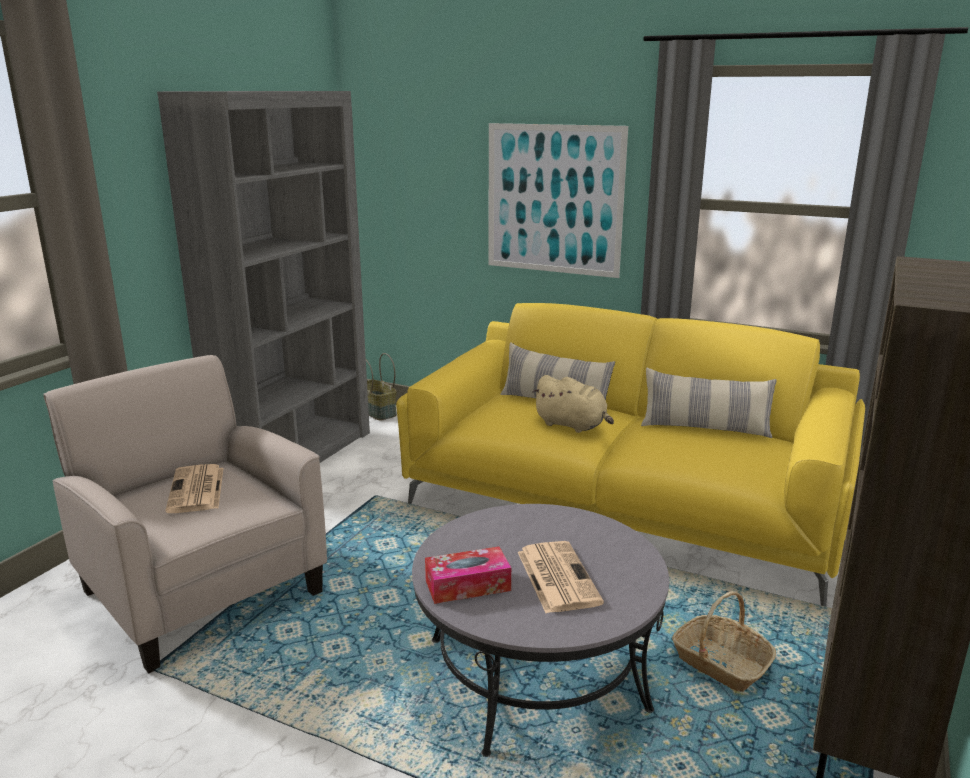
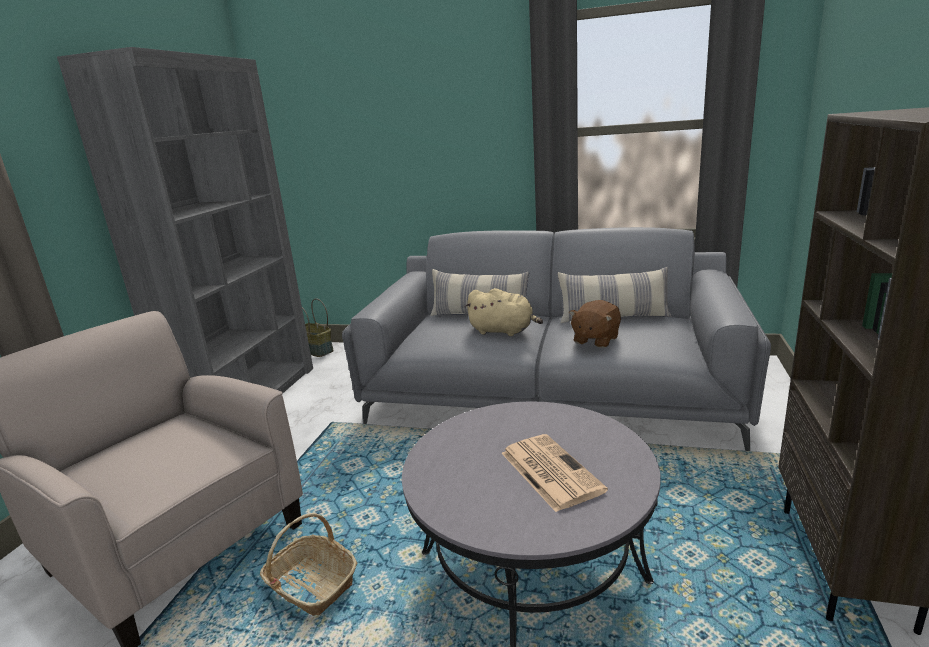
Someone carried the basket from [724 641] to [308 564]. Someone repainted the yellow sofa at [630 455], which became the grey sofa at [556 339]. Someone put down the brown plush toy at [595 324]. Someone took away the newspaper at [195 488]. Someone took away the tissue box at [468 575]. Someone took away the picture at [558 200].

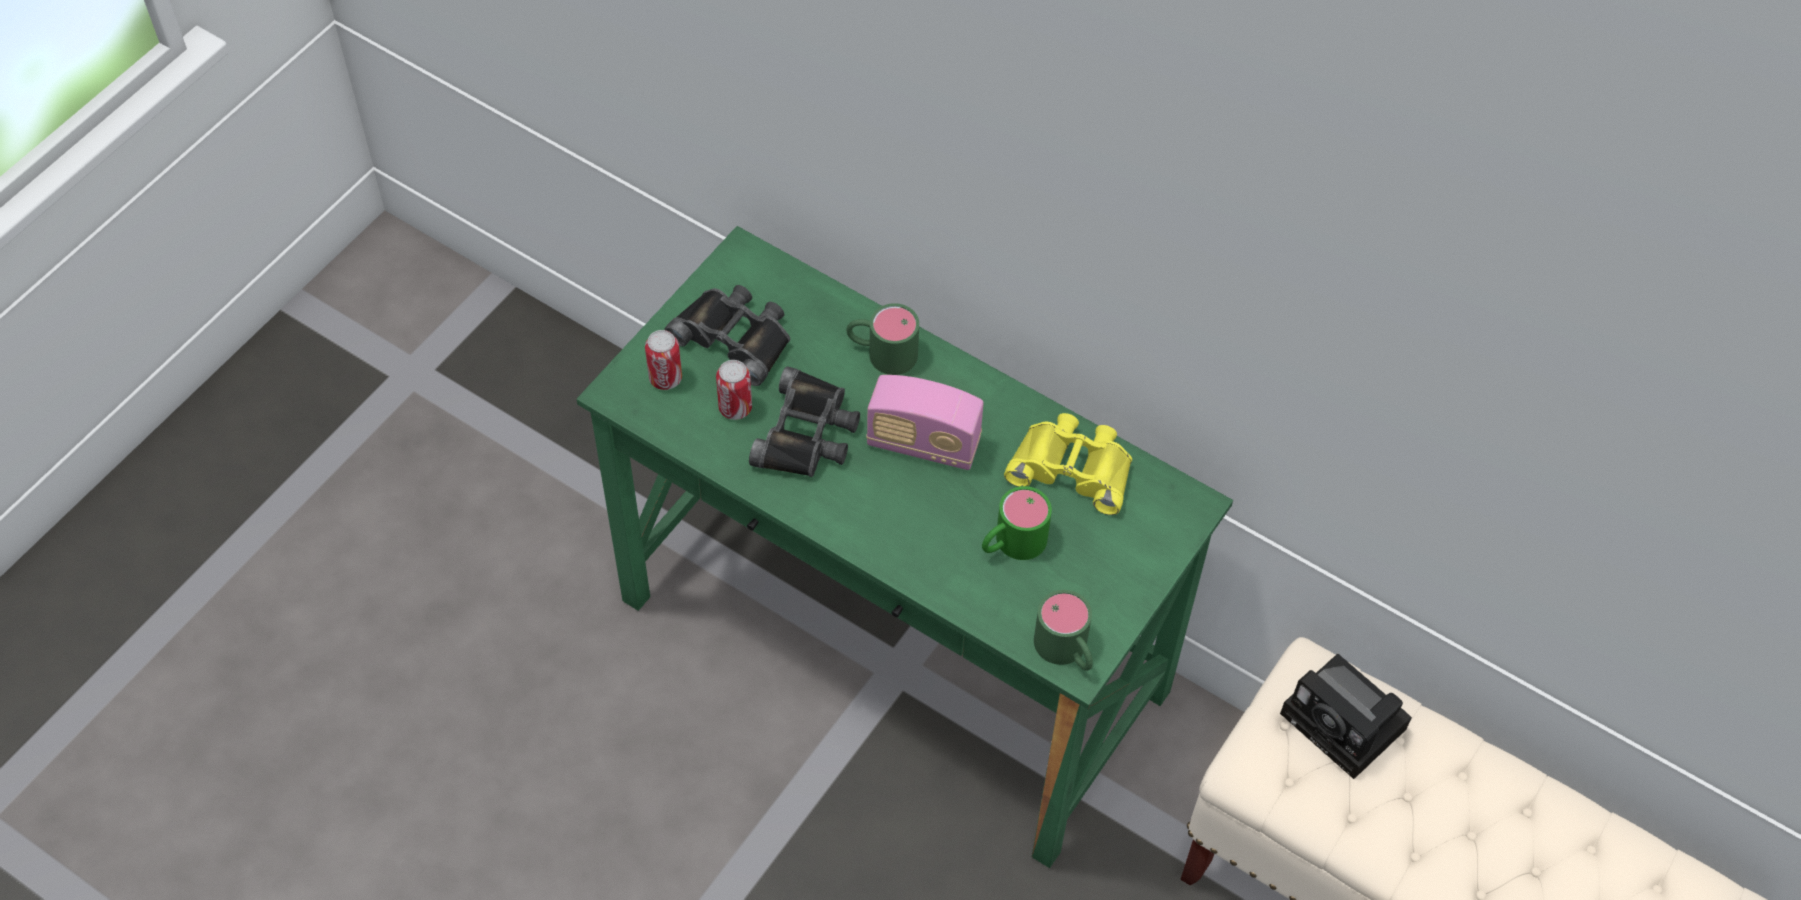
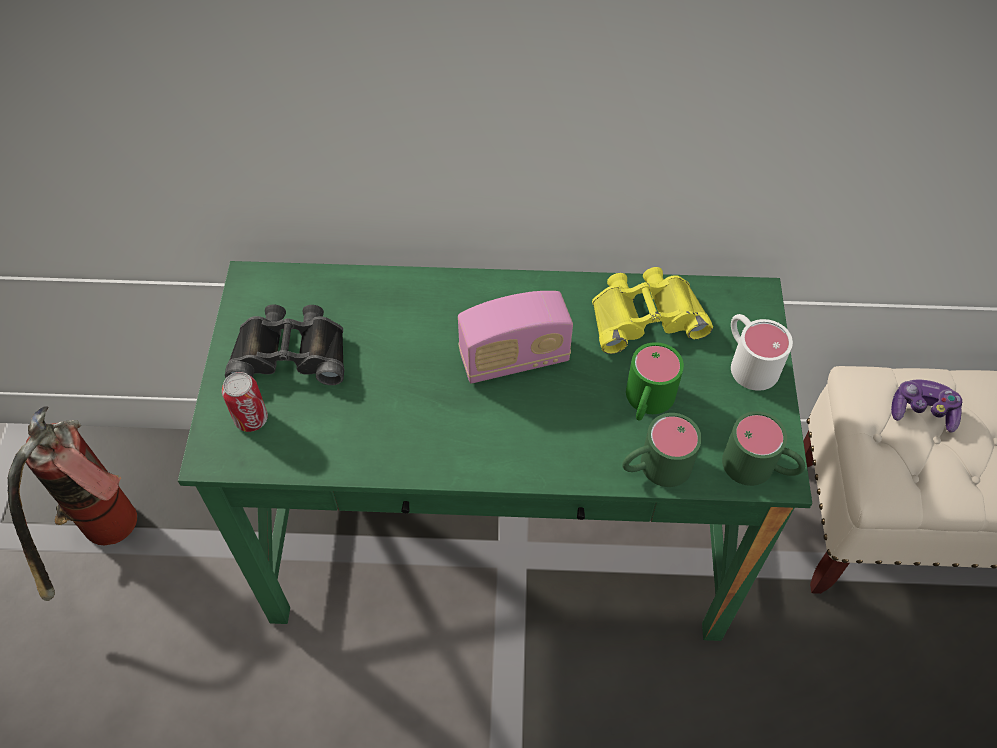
Someone put down the fire extinguisher at [72 503]. Someone carried the green mug from [882 339] to [662 450]. Someone put down the white mug at [762 352]. Someone swapped the photo camera at [1346 716] for the game controller at [926 406]. Someone took away the can at [734 390]. Someone took away the black binoculars at [804 421].

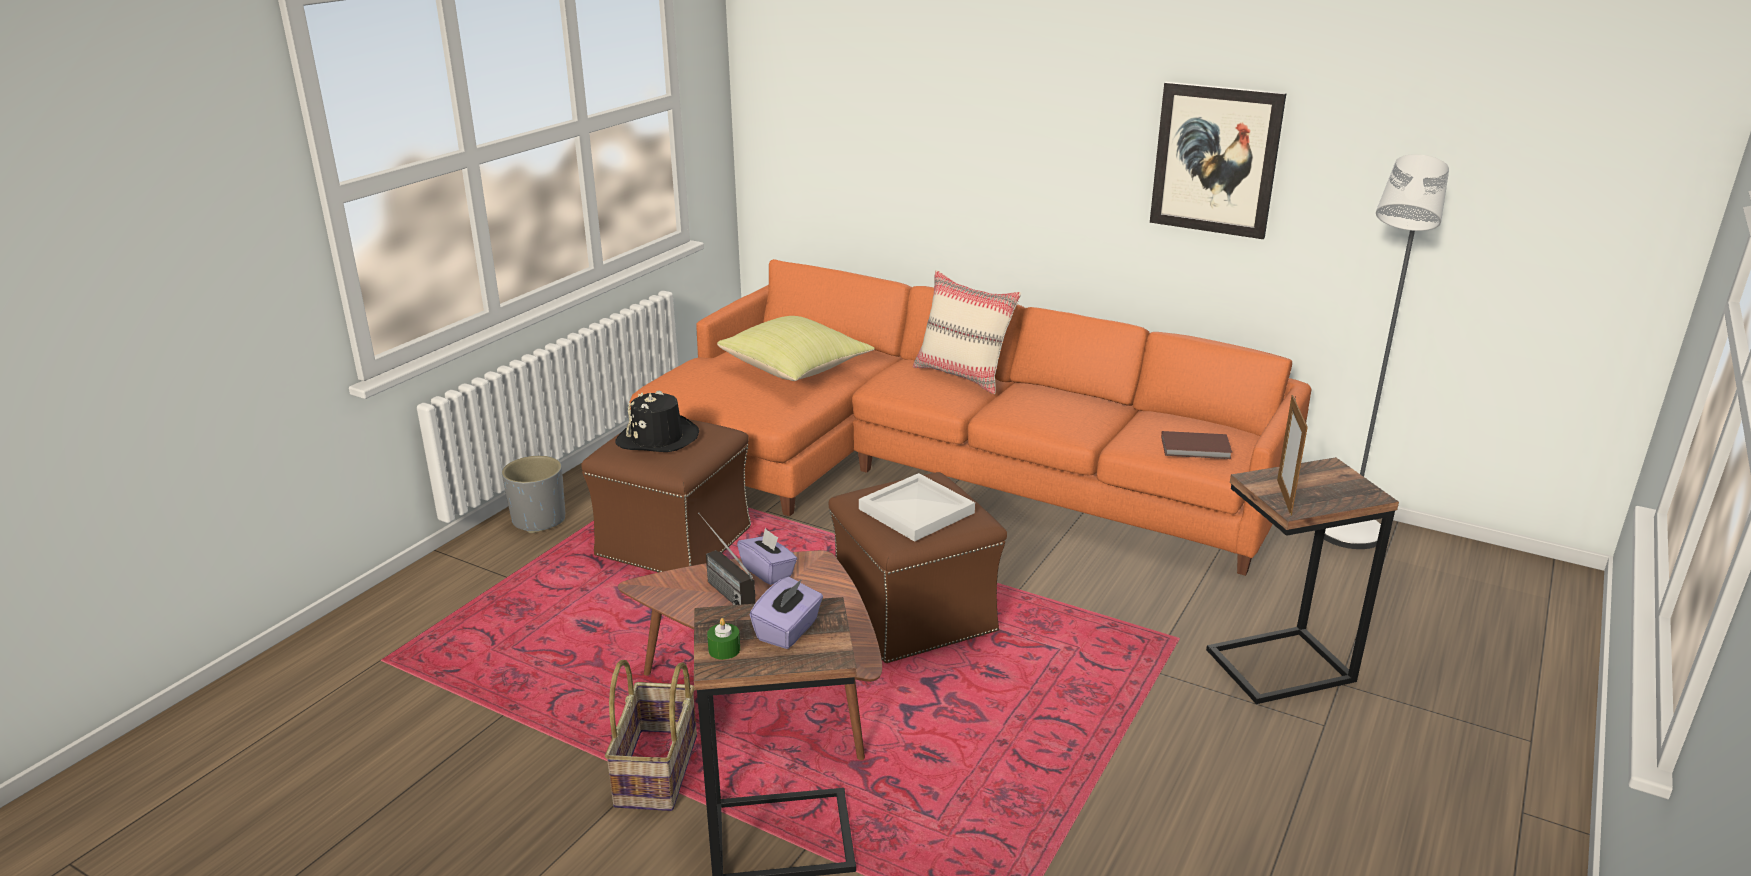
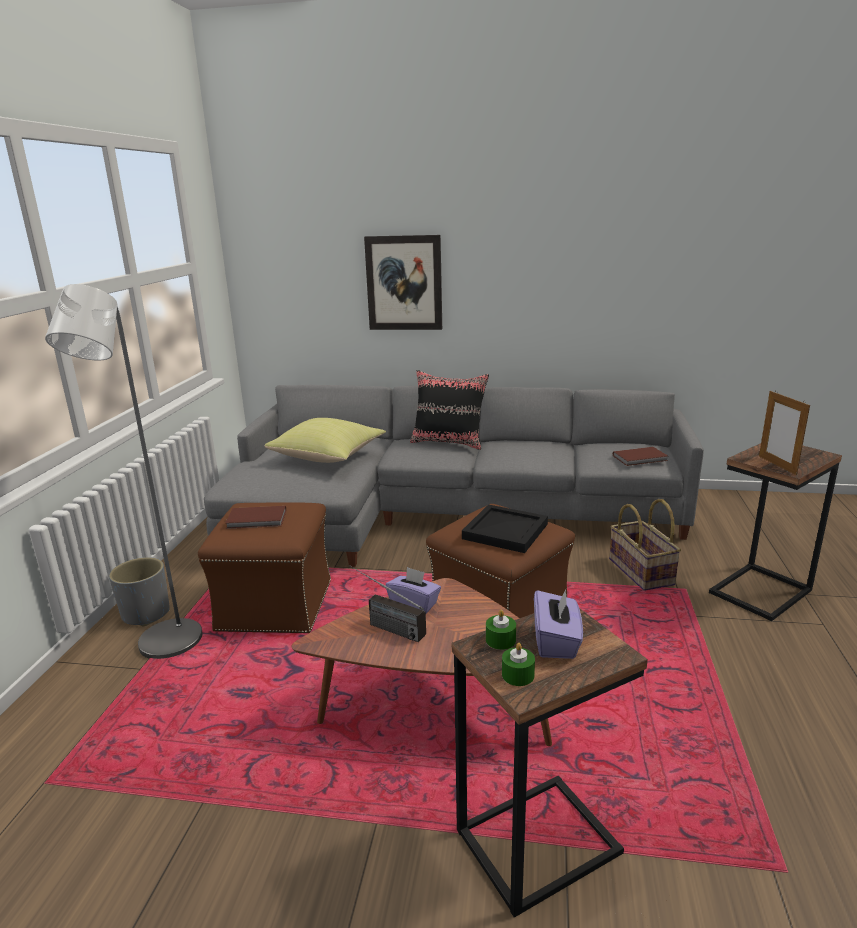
Someone carried the grey floor lamp from [1386 351] to [123 471]. Someone repainted the orange sofa at [970 417], which became the grey sofa at [454 476]. Someone swapped the black hat at [657 421] for the brown book at [255 517]. Someone carried the picture from [1218 160] to [403 282]. Someone repainted the beige pillow at [967 332], which became the black pillow at [449 410]. Someone repainted the white tray at [917 507], which became the black tray at [505 529]. Someone put down the green candle at [501 630]. Someone carried the basket from [651 735] to [645 545].

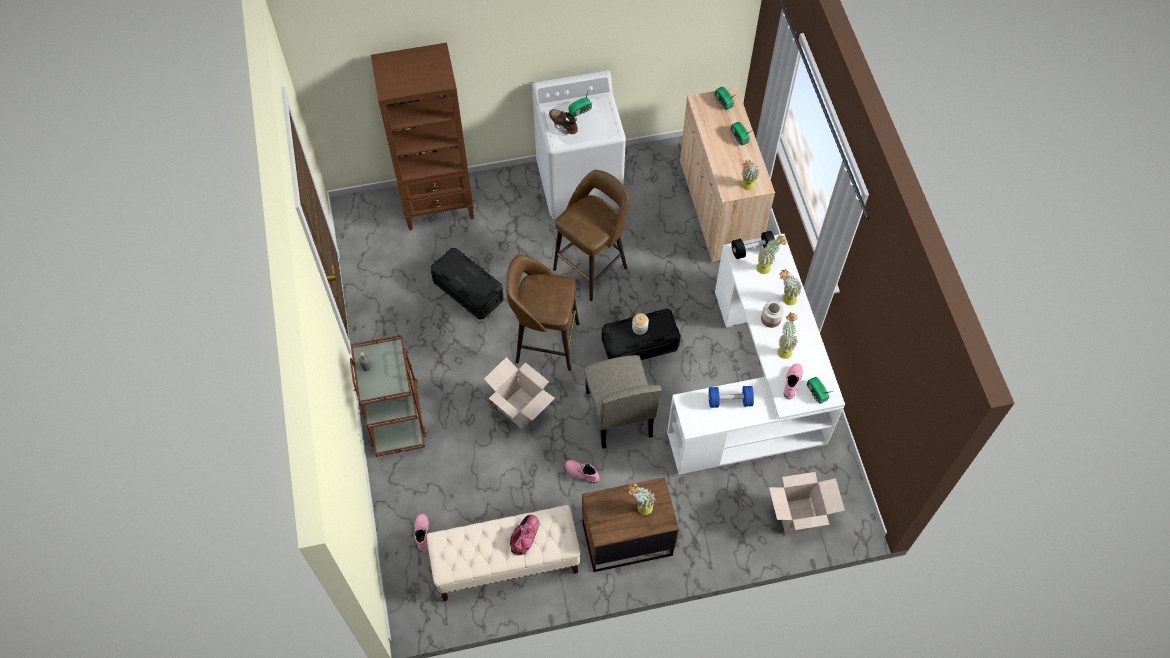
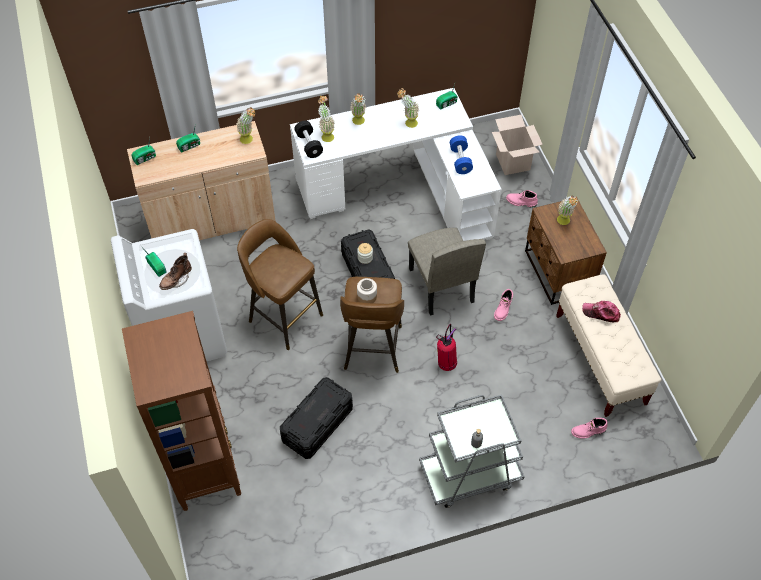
Someone carried the jar from [772 314] to [367 290]. Someone rotated the beige chair at [623 402] by 90 degrees clockwise. Someone repainted the brown cart at [388 396], which became the grey cart at [472 451]. Someone swapped the cardboard box at [519 393] for the fire extinguisher at [446 347]. Someone carried the pink boot from [793 381] to [522 199].

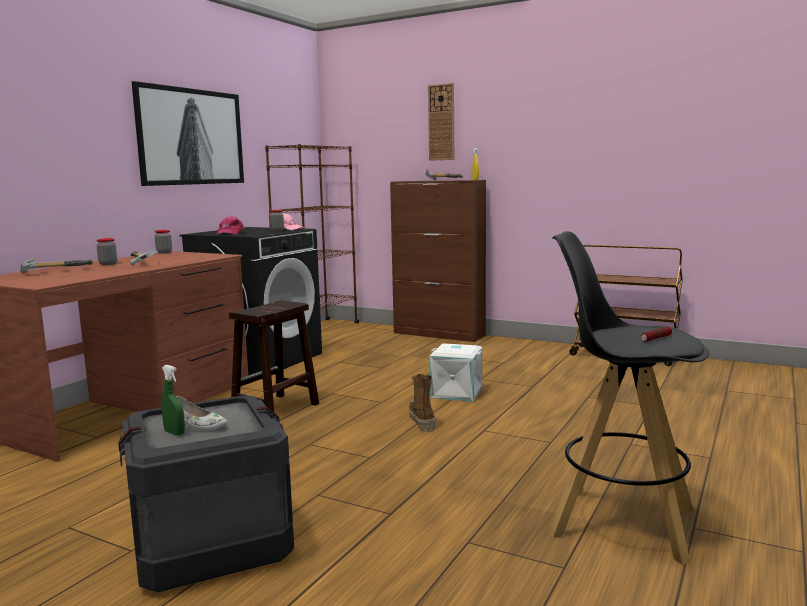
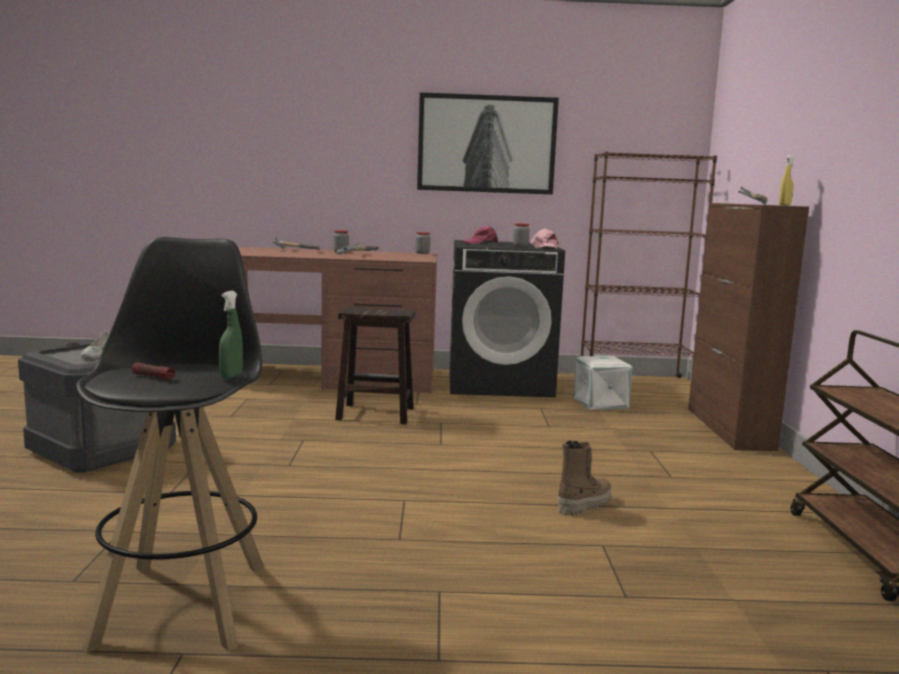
Someone carried the green spray bottle from [173 400] to [231 335]. Someone carried the boot from [422 403] to [584 477]. Someone carried the white storage box from [456 372] to [602 383]. Someone took away the wall clock at [441 122].

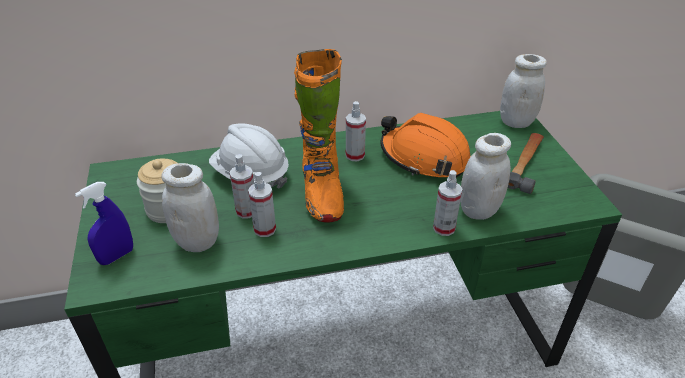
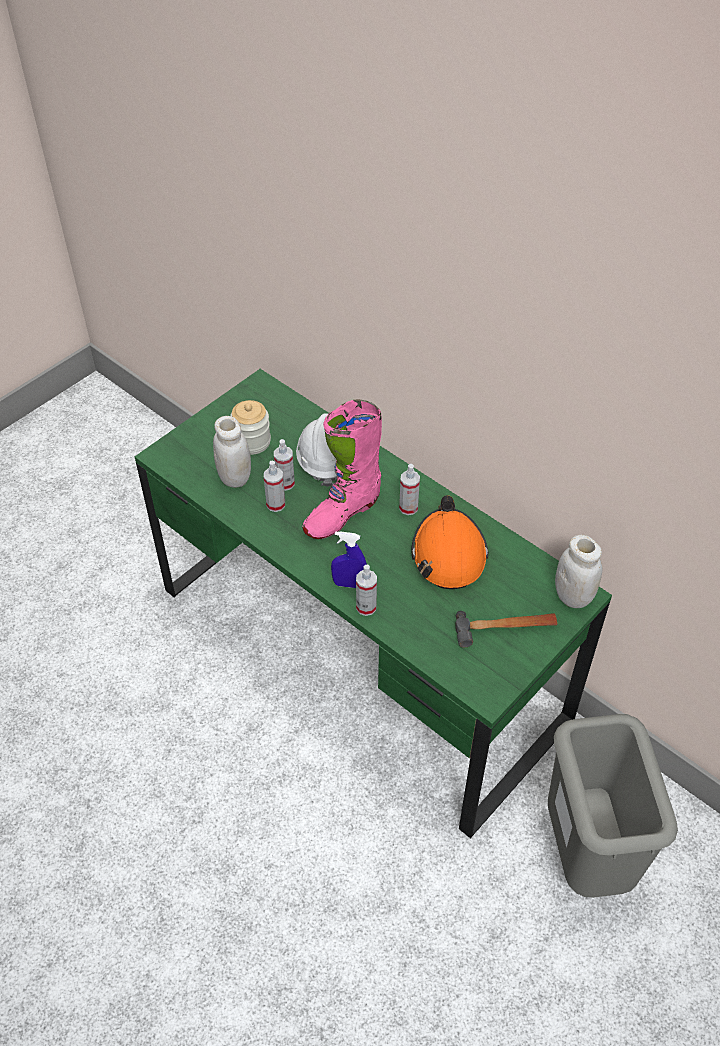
Someone repainted the orange boot at [319 136], which became the pink boot at [342 469]. Someone carried the blue spray bottle from [104 223] to [349 559]. Someone took away the white jar at [485 176].

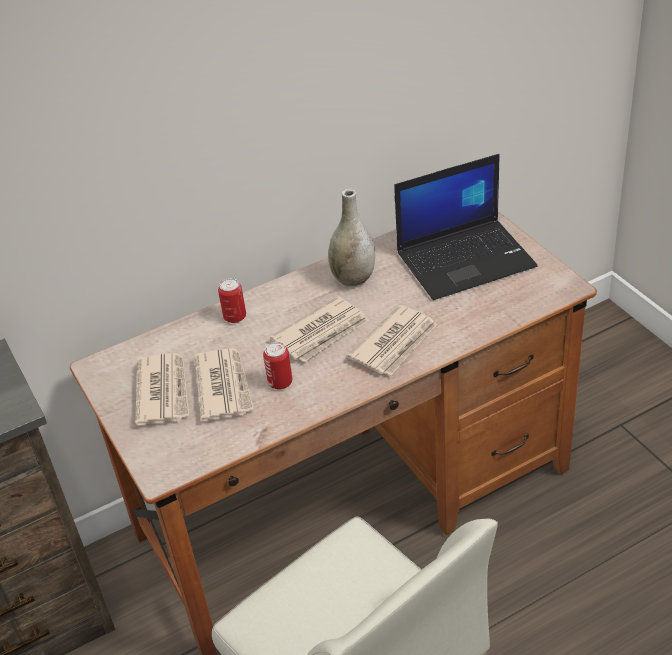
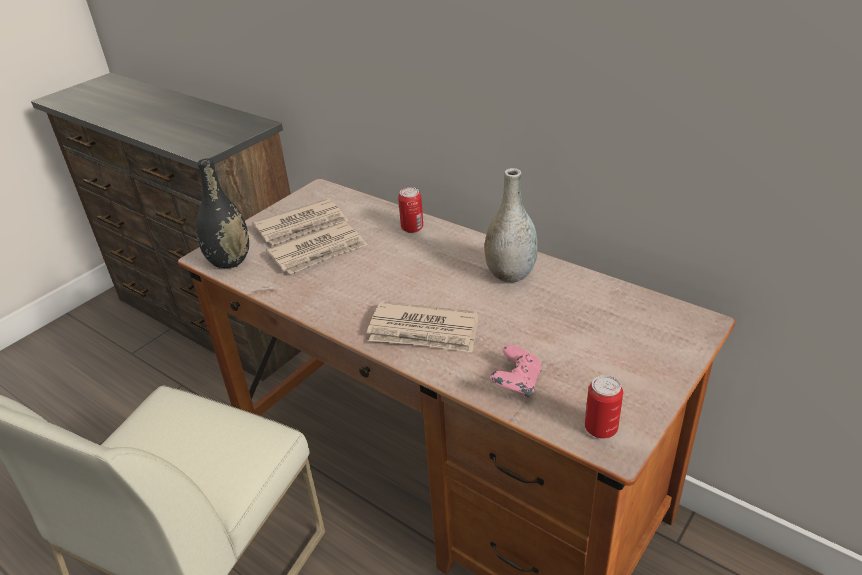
Someone put down the black vase at [222 213]. Someone put down the pink game controller at [516 371]. Someone carried the can from [277 365] to [604 406]. Someone took away the newspaper at [319 329]. Someone took away the laptop at [465 227].

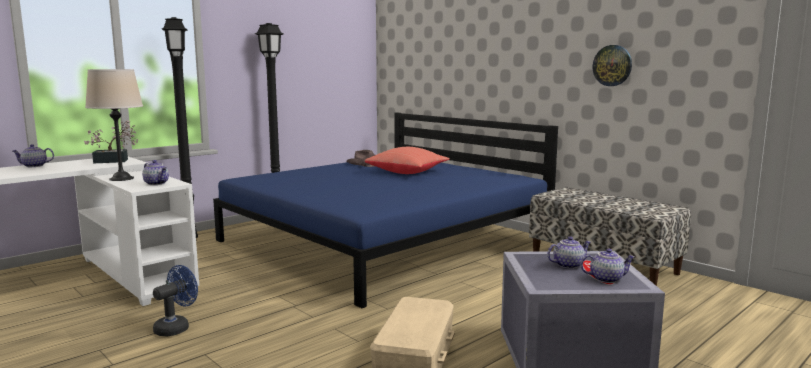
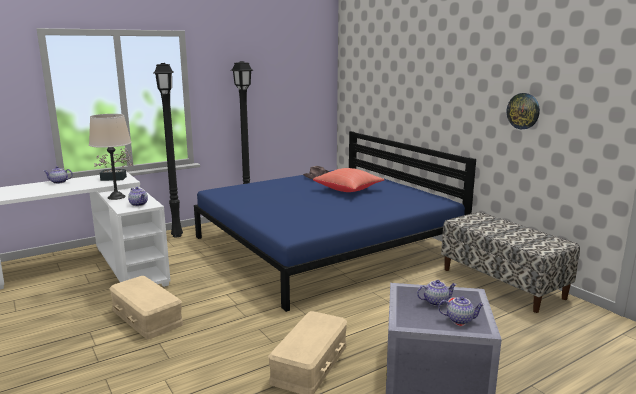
Someone swapped the blue fan at [175 301] for the beige storage box at [146 307].

